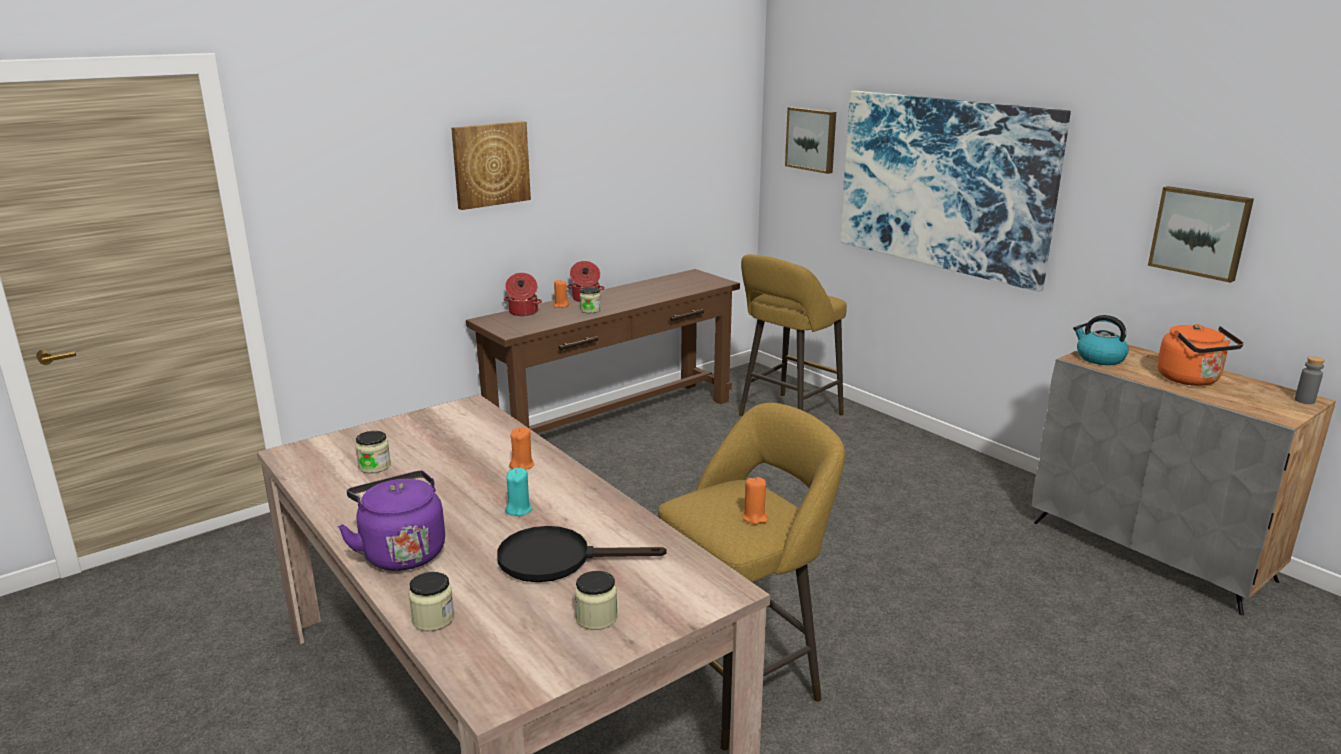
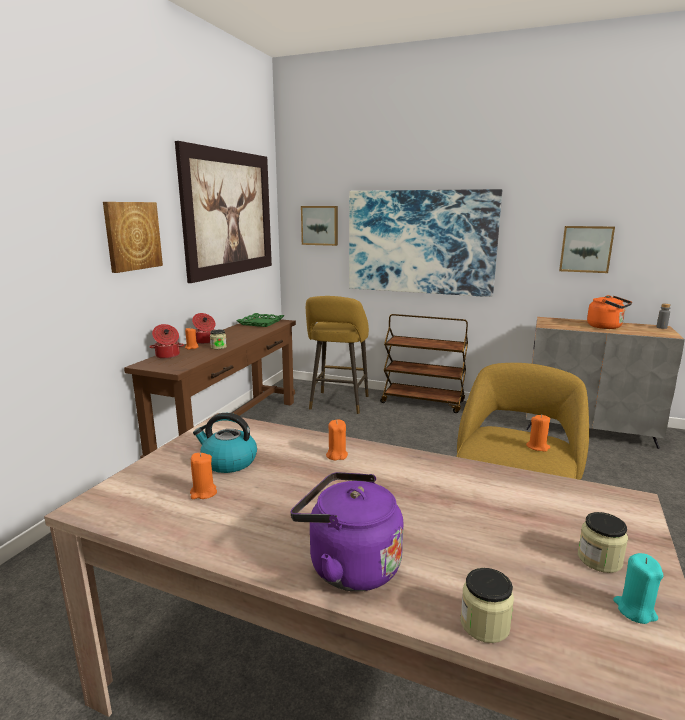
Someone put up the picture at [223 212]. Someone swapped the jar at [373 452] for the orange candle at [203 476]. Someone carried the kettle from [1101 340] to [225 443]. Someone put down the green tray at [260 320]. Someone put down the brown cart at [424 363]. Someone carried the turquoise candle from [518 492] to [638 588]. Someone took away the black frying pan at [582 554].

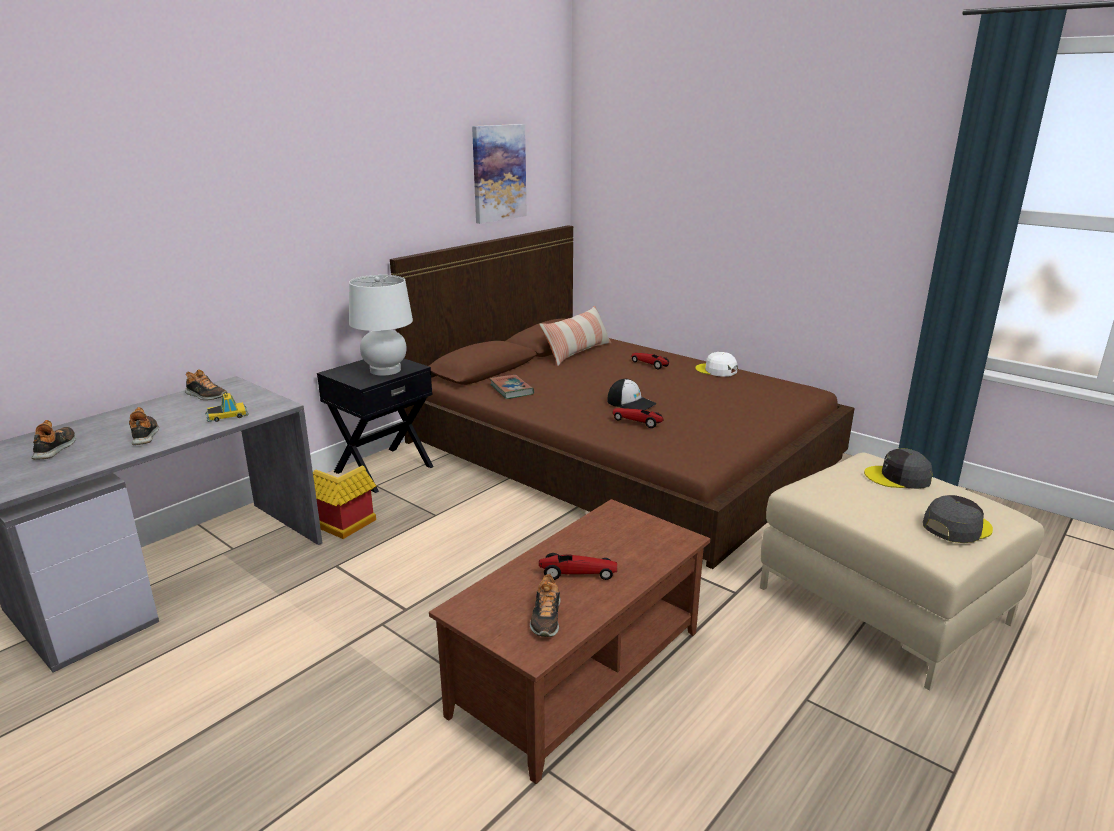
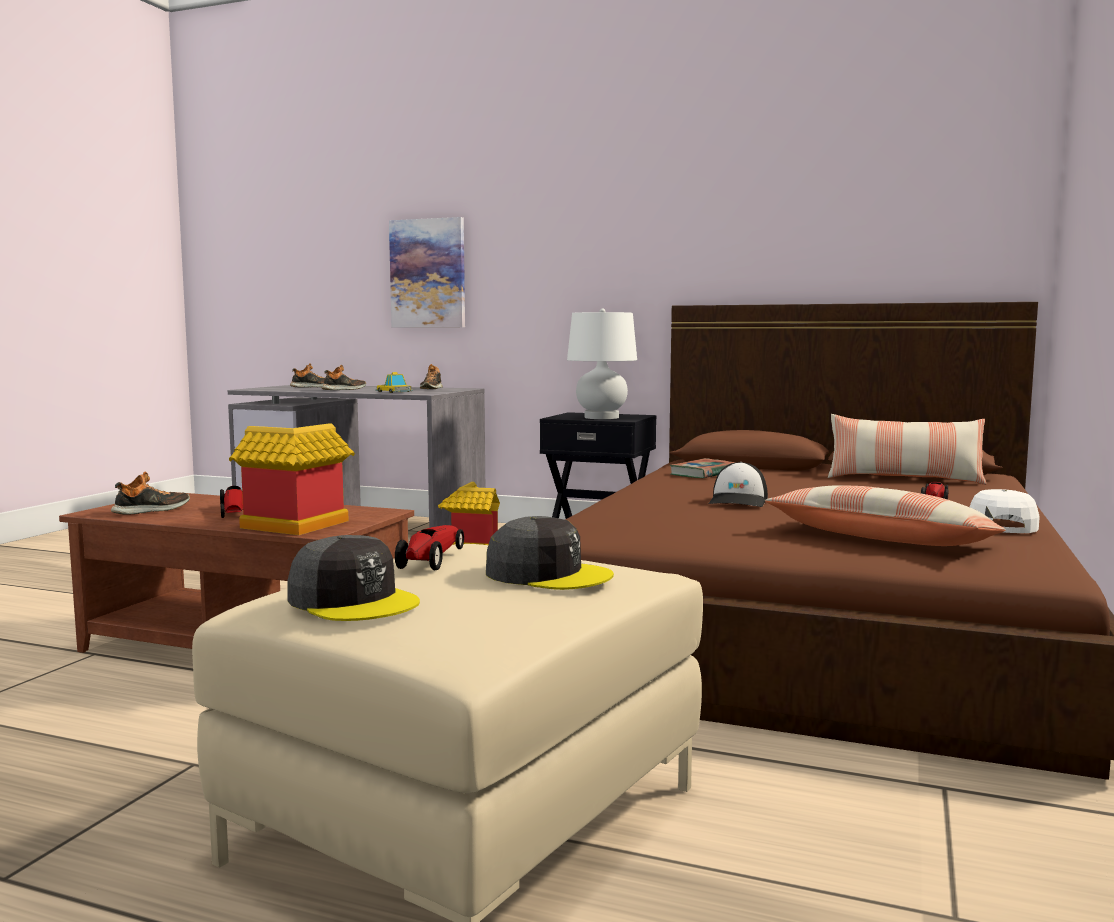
Someone rotated the shoe at [545 605] by 150 degrees clockwise. Someone put down the toy house at [292 479]. Someone carried the picture from [499 174] to [427 272]. Someone carried the toy car from [638 418] to [429 548]. Someone rotated the grey cap at [898 468] by 120 degrees clockwise. Someone put down the pillow at [885 515].

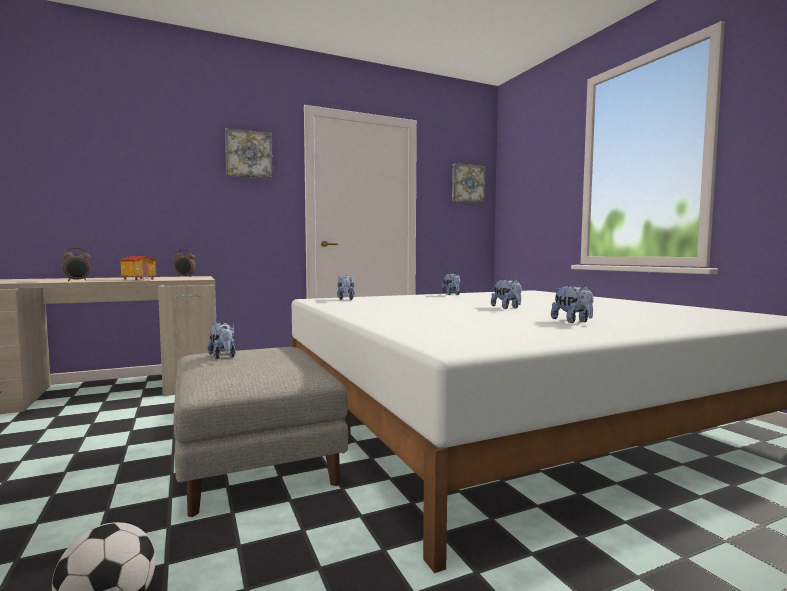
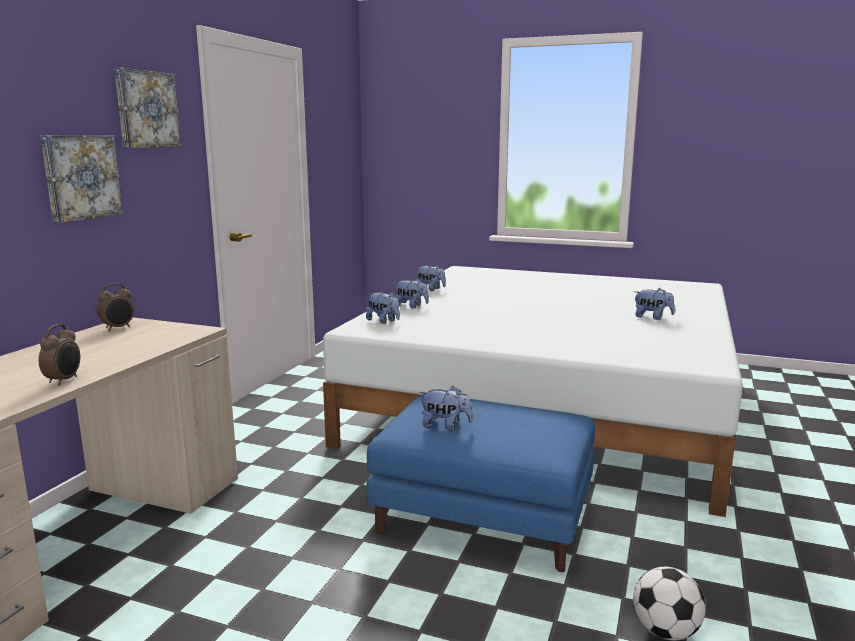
Someone carried the picture from [468 183] to [81 178]. Someone repainted the grey ottoman at [261 432], which became the blue ottoman at [480 483]. Someone carried the plush toy from [506 294] to [411 293]. Someone took away the toy house at [138 268].

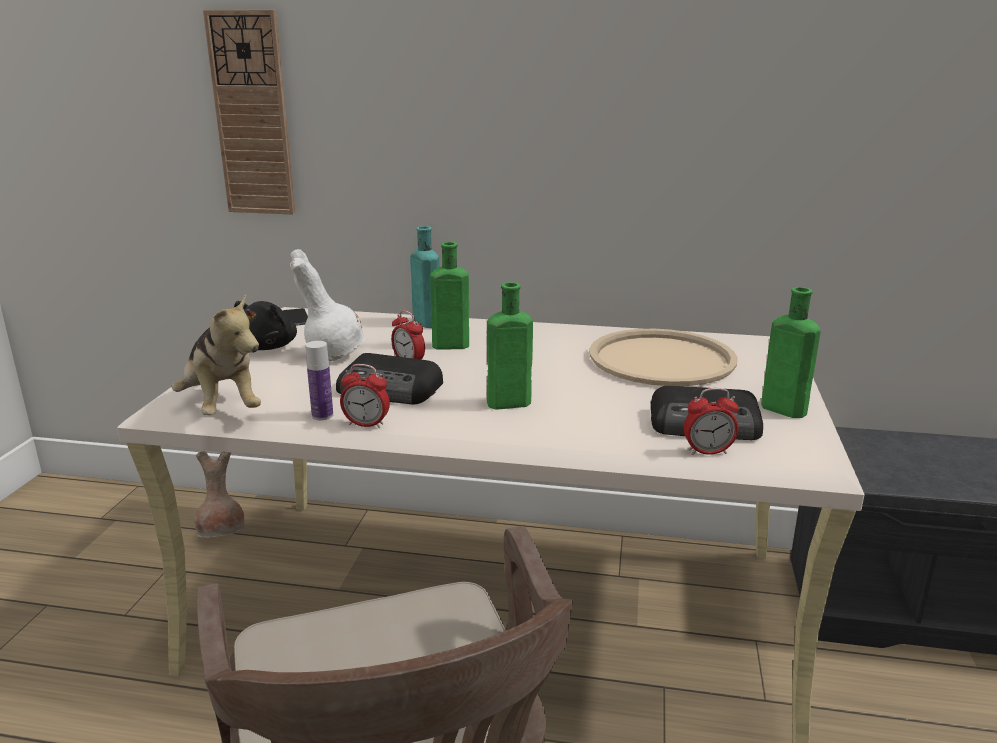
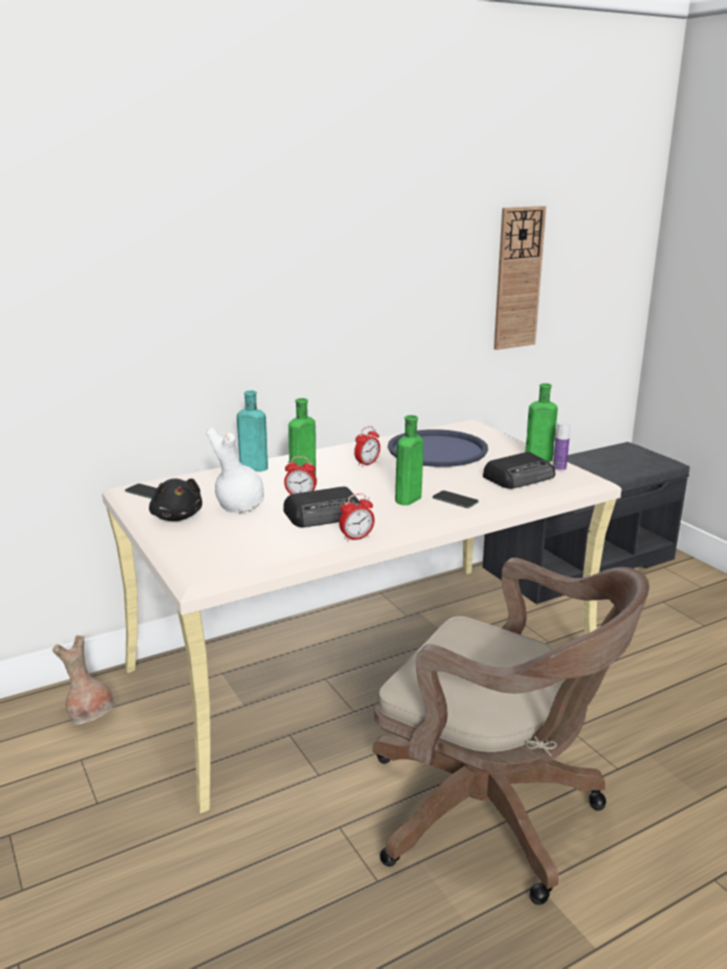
Someone carried the alarm clock from [711 421] to [367 446]. Someone repainted the beige tray at [663 357], which became the blue tray at [438 448]. Someone put down the phone at [456 499]. Someone carried the wall clock from [249 112] to [520 278]. Someone carried the bottle from [319 380] to [561 446]. Someone took away the plush toy at [216 354].

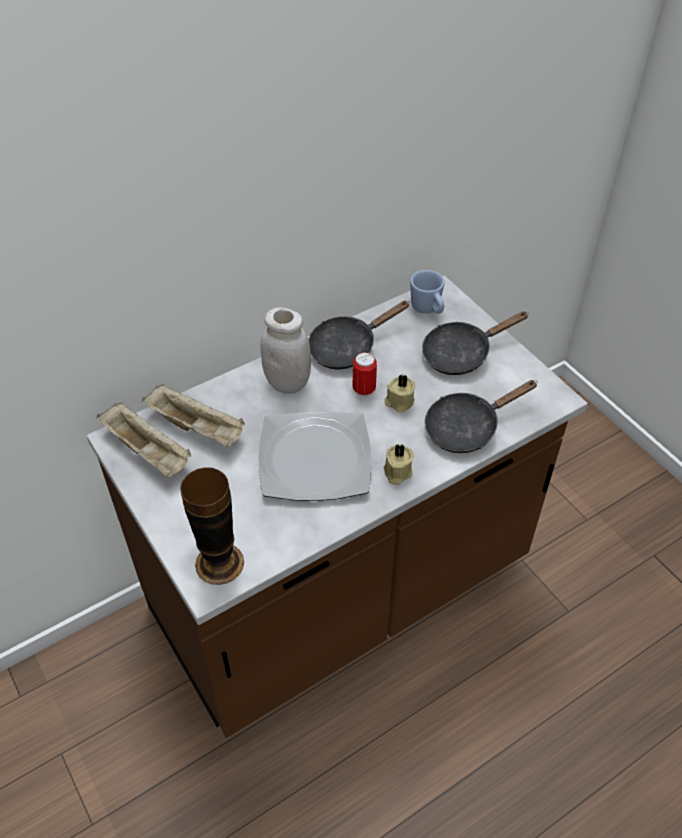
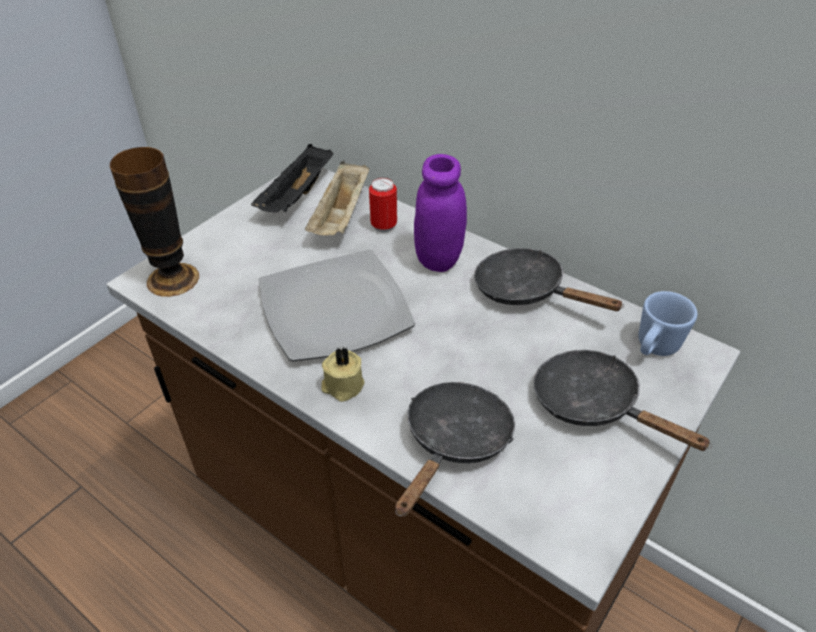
Someone repainted the beige tray at [144 439], which became the black tray at [292 178]. Someone carried the can from [365 374] to [383 205]. Someone rotated the black frying pan at [481 416] by 75 degrees clockwise. Someone repainted the white jar at [285 350], which became the purple jar at [440 213]. Someone took away the beige candle at [400 393].

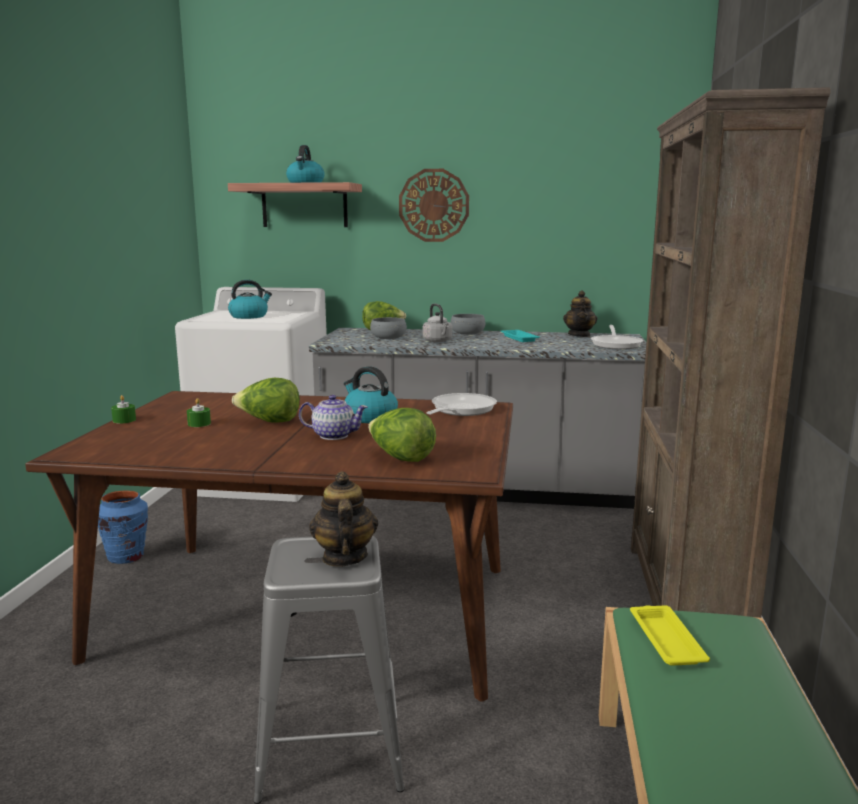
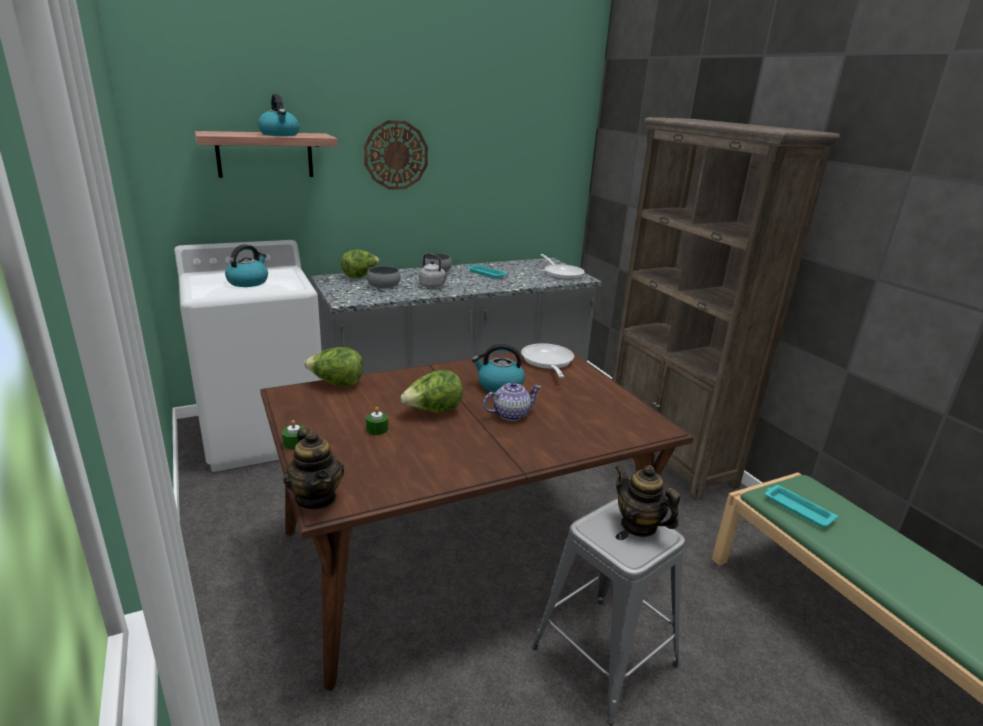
Someone carried the teapot from [580 313] to [313 469]. Someone carried the lettuce from [402 435] to [333 366]. Someone repainted the yellow tray at [670 635], which became the turquoise tray at [801 506]. Someone took away the blue vase at [123 527].

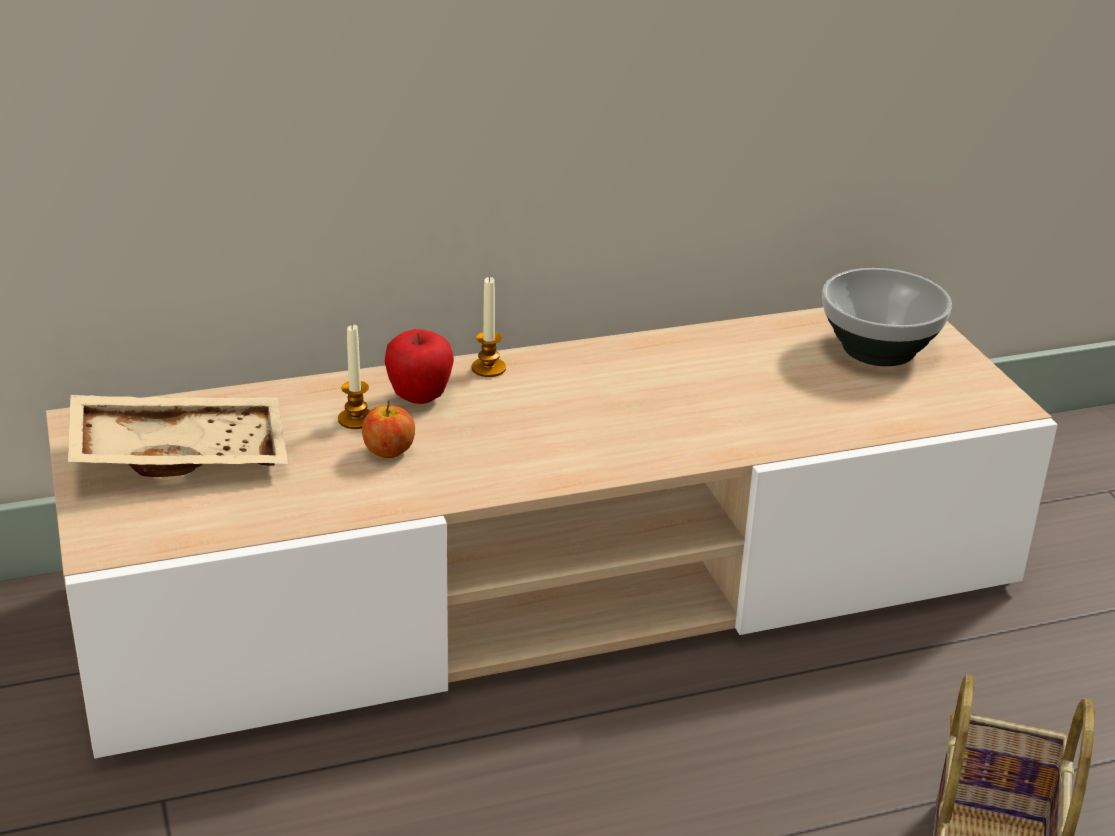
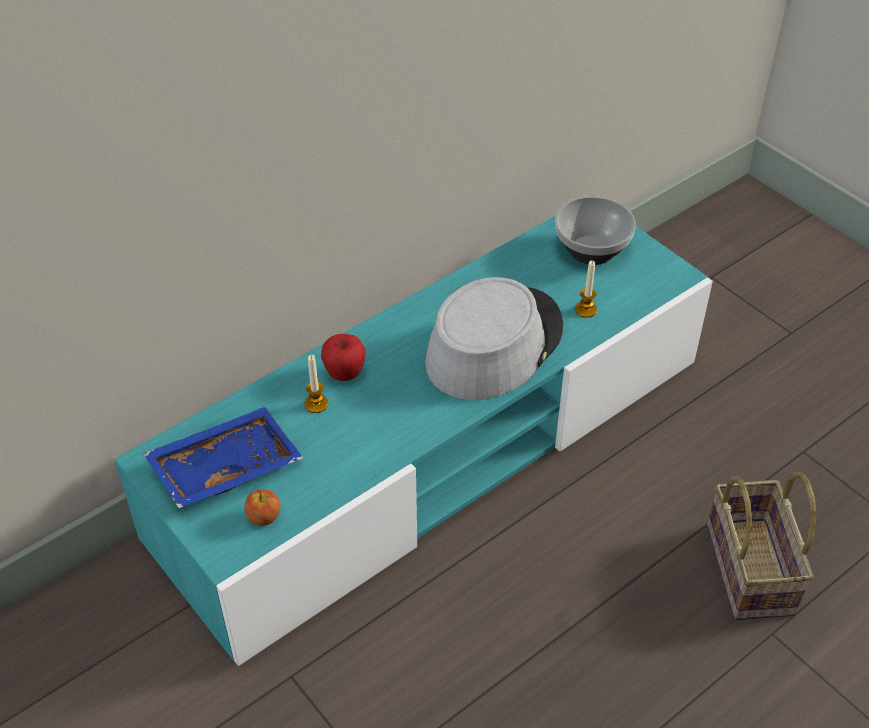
Someone repainted the beige tv stand at [552 533], which became the turquoise tv stand at [413 430]. Someone repainted the beige tray at [178 436], which became the blue tray at [223 457]. Someone carried the apple from [388 429] to [262 507]. Someone put down the grey hat at [494 338]. Someone carried the candle from [489 326] to [586 289].

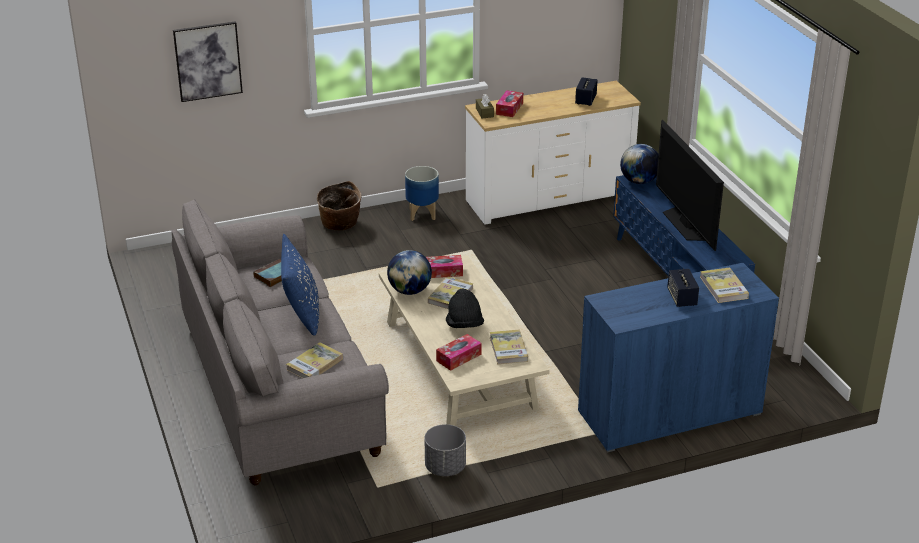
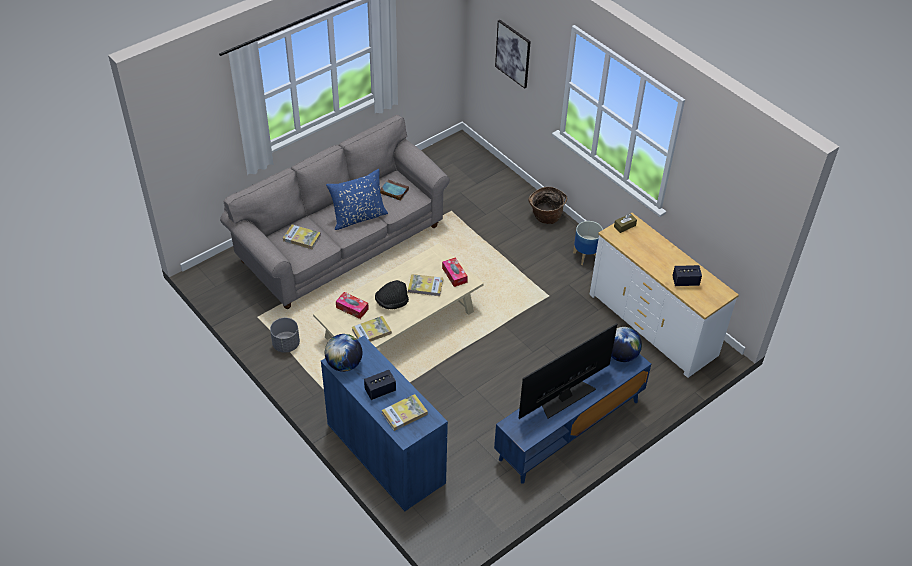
Someone carried the globe from [409 272] to [344 353]. Someone took away the tissue box at [509 103].

